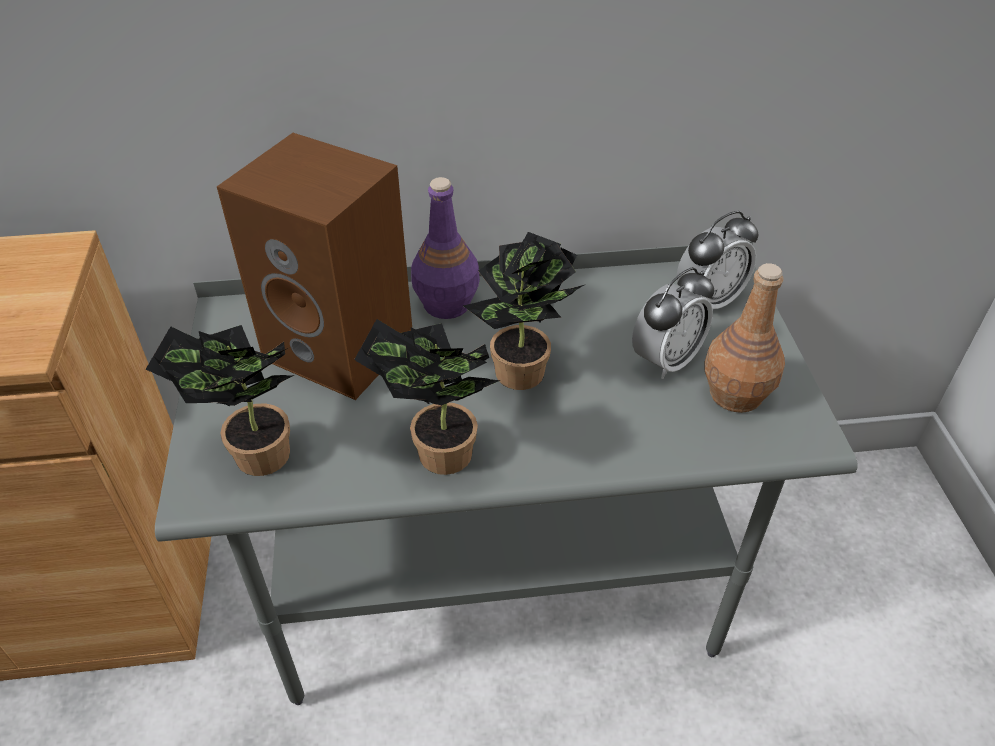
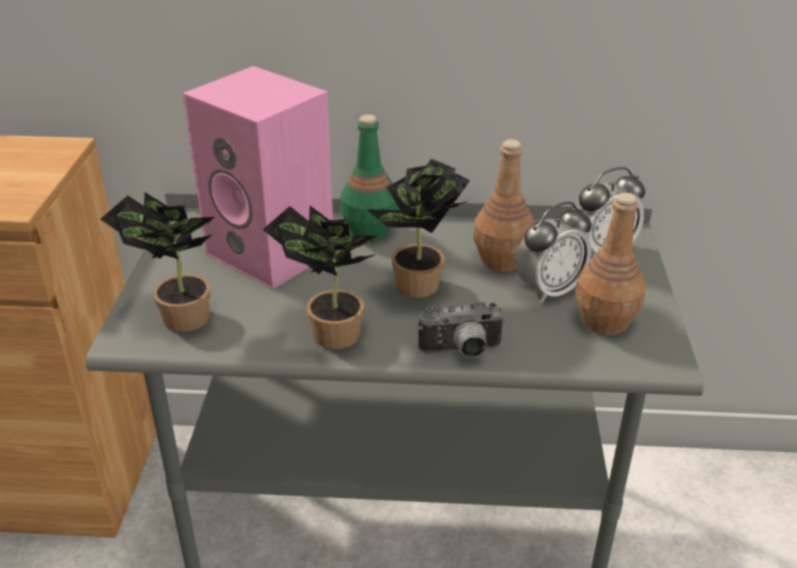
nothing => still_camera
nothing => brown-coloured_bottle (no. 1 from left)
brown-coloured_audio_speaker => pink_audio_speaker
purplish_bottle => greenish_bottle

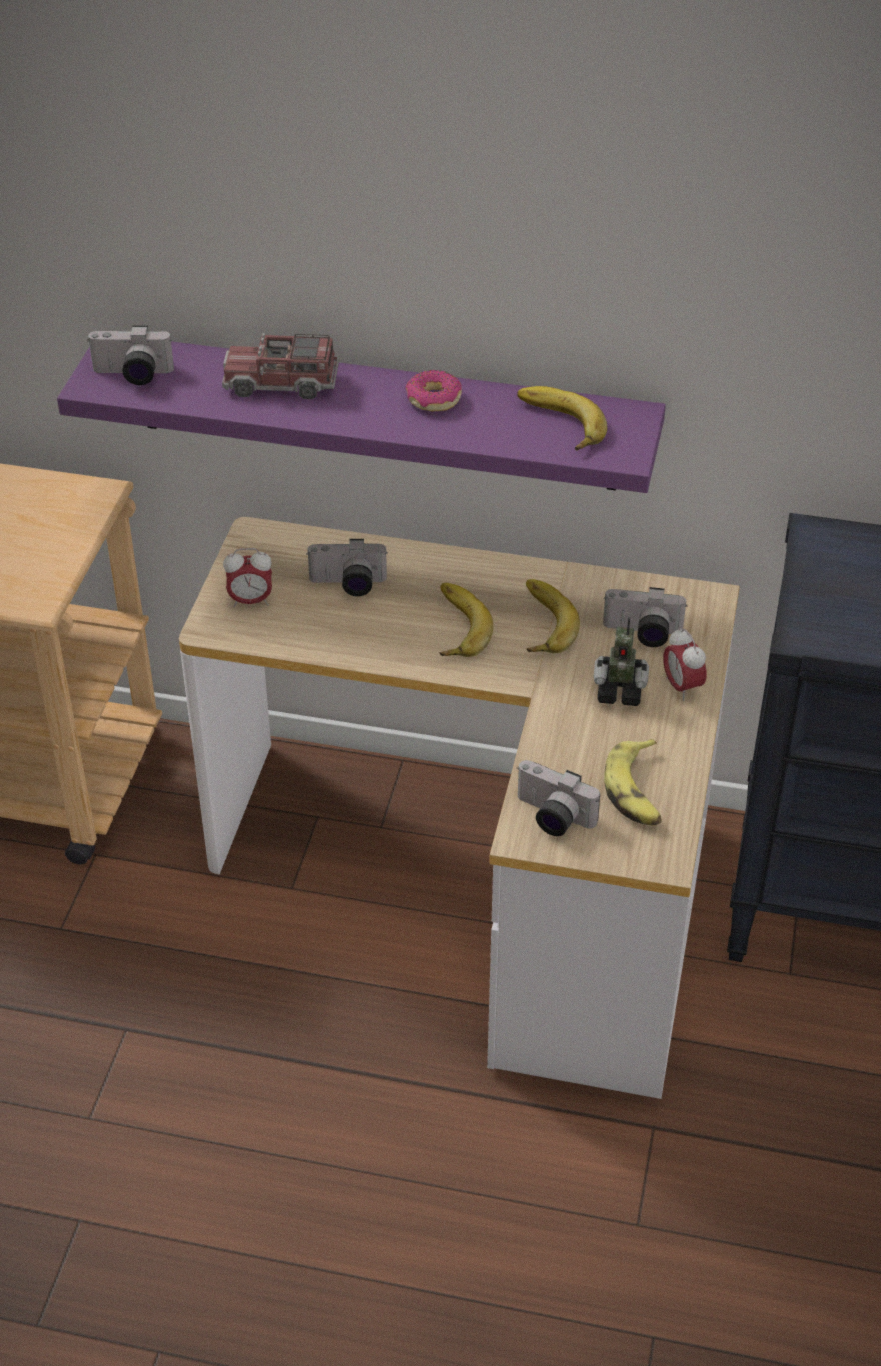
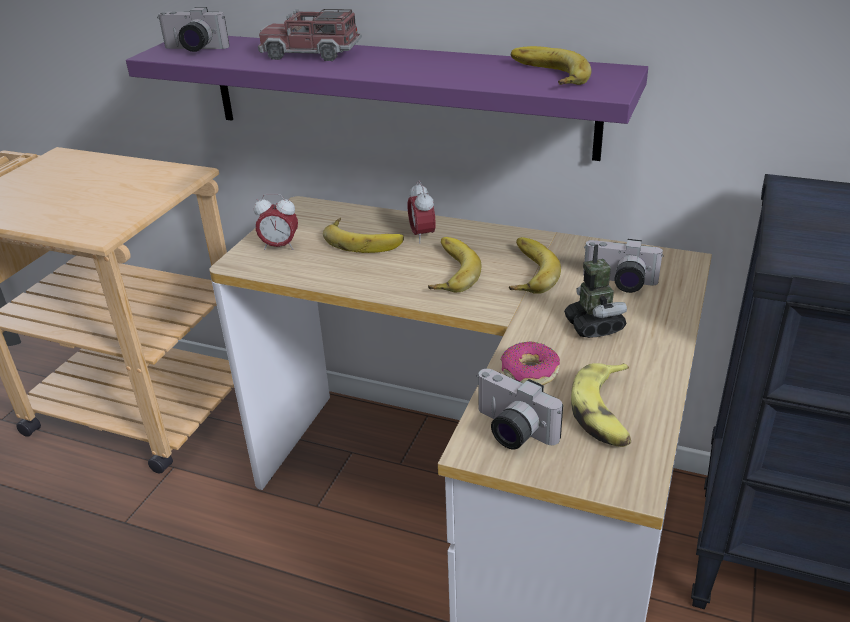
ring_doughnut, relocated
bedside_clock (no. 2 from left), relocated
still_camera (no. 2 from left) => banana_fruit (no. 1 from left)
robot_figure, 120 degrees counterclockwise

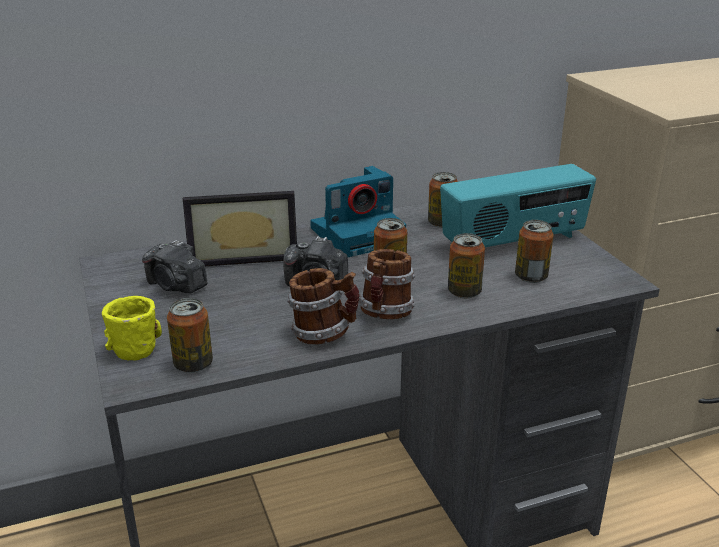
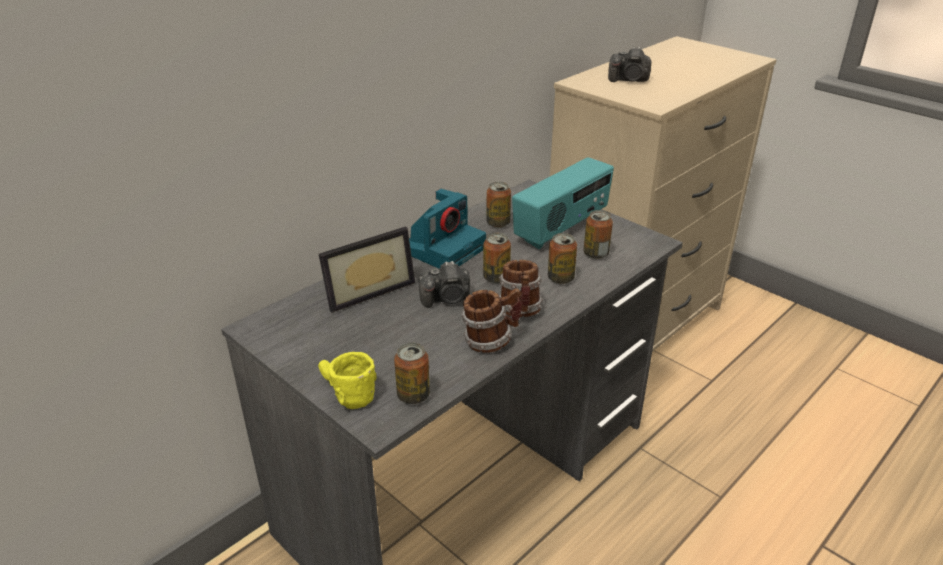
still_camera (no. 1 from left in the first image) => still_camera (no. 3 from left), relocated

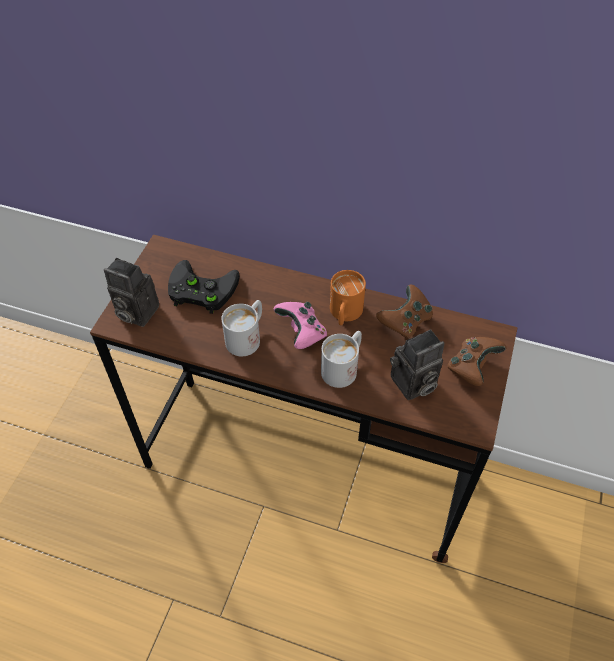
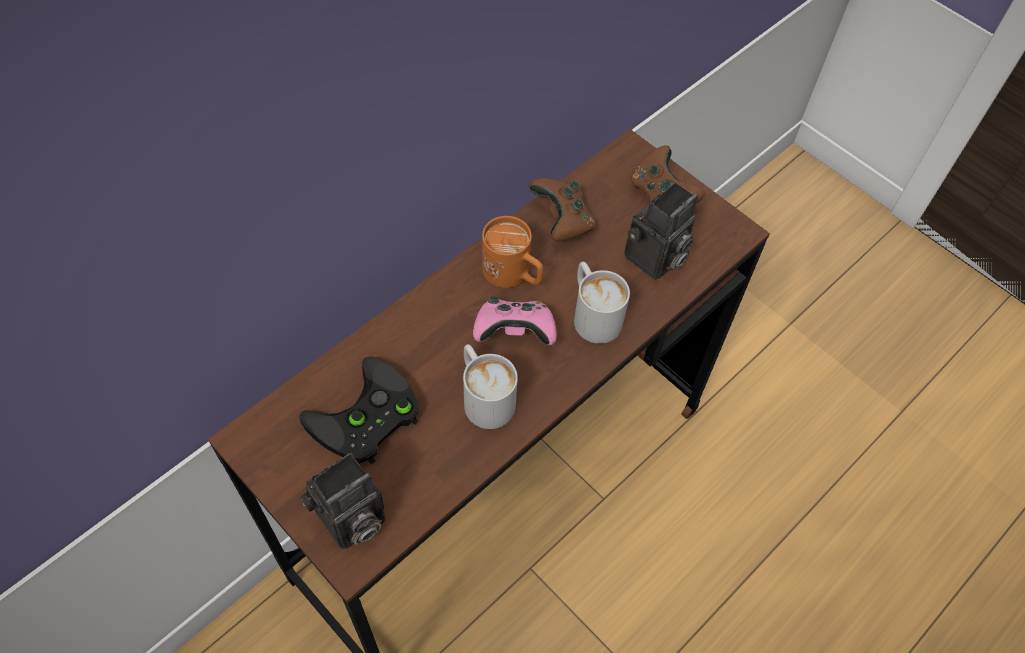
still_camera (no. 2 from left), 45 degrees clockwise

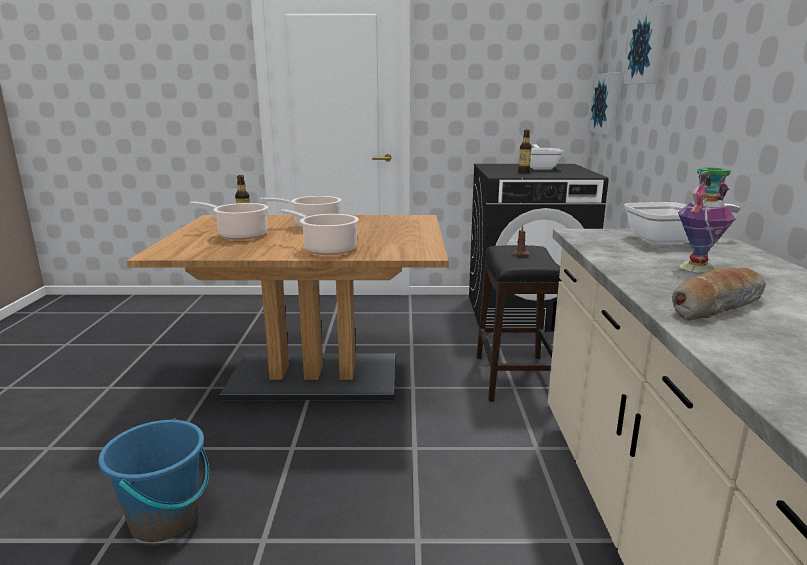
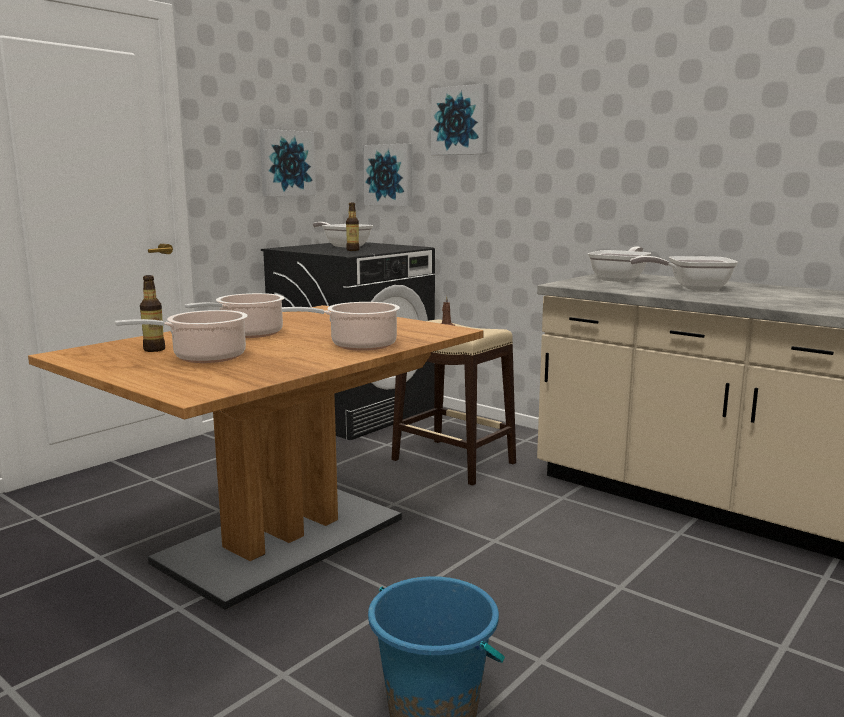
bread => nothing
nothing => picture (no. 1 from left)
vase => frying_pan (no. 3 from left)
black_sitting_stool => beige-coloured_sitting_stool

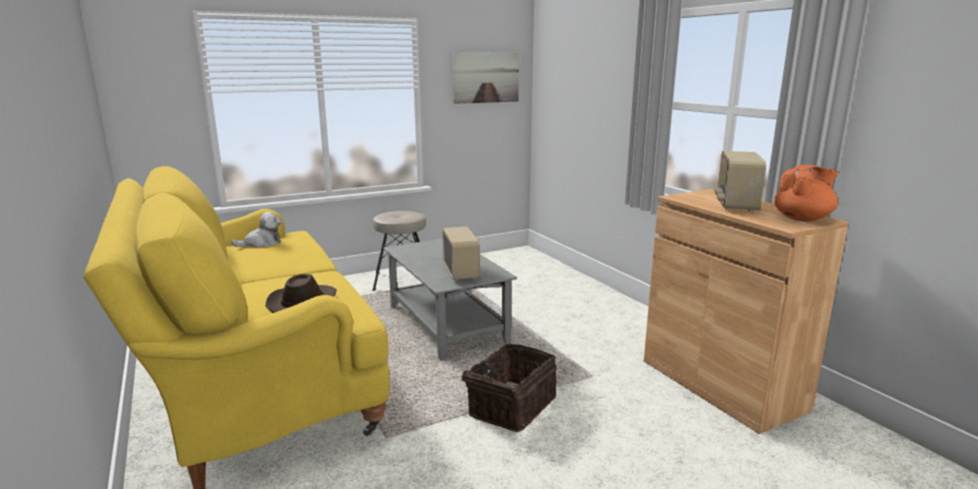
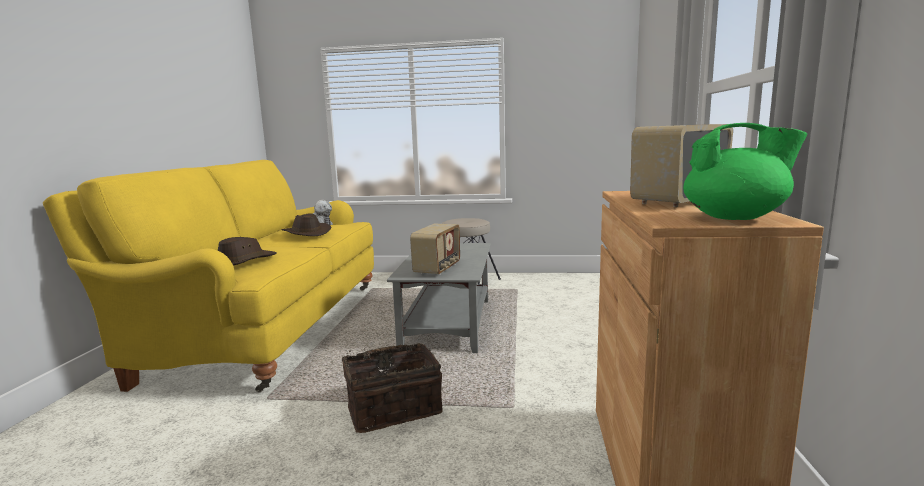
picture => nothing
nothing => brown-coloured_clothing_hat (no. 2 from left)
orange-coloured_pot_for_tea => greenish_pot_for_tea

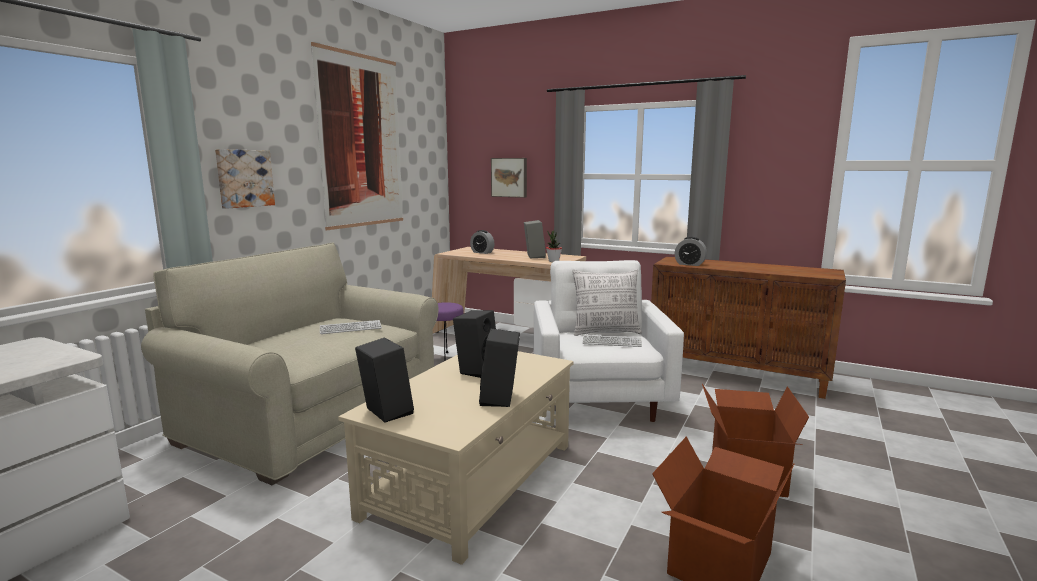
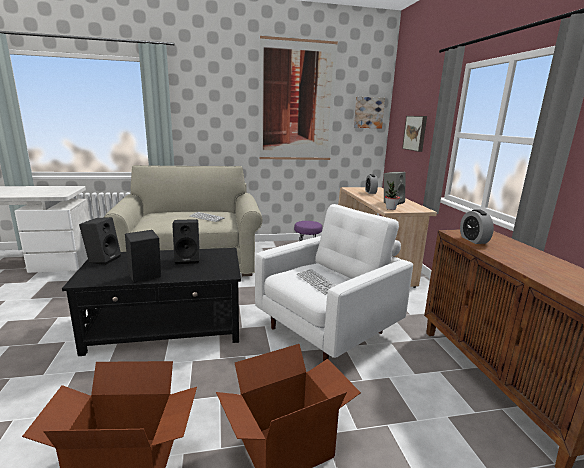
throw_pillow => nothing
picture (no. 1 from left in the first image) => picture (no. 2 from left), relocated
beige-coloured_coffee_table => black_coffee_table

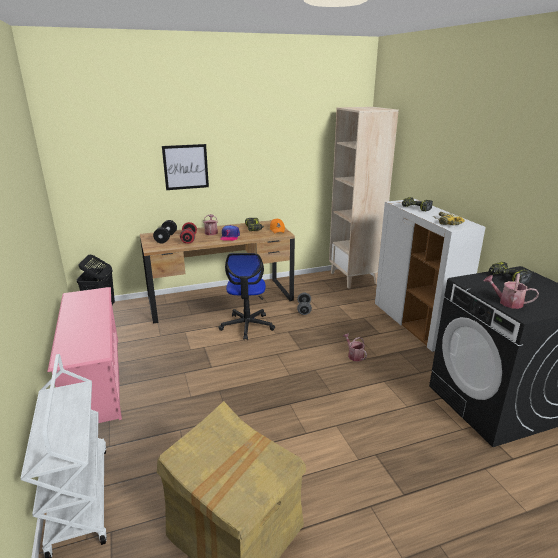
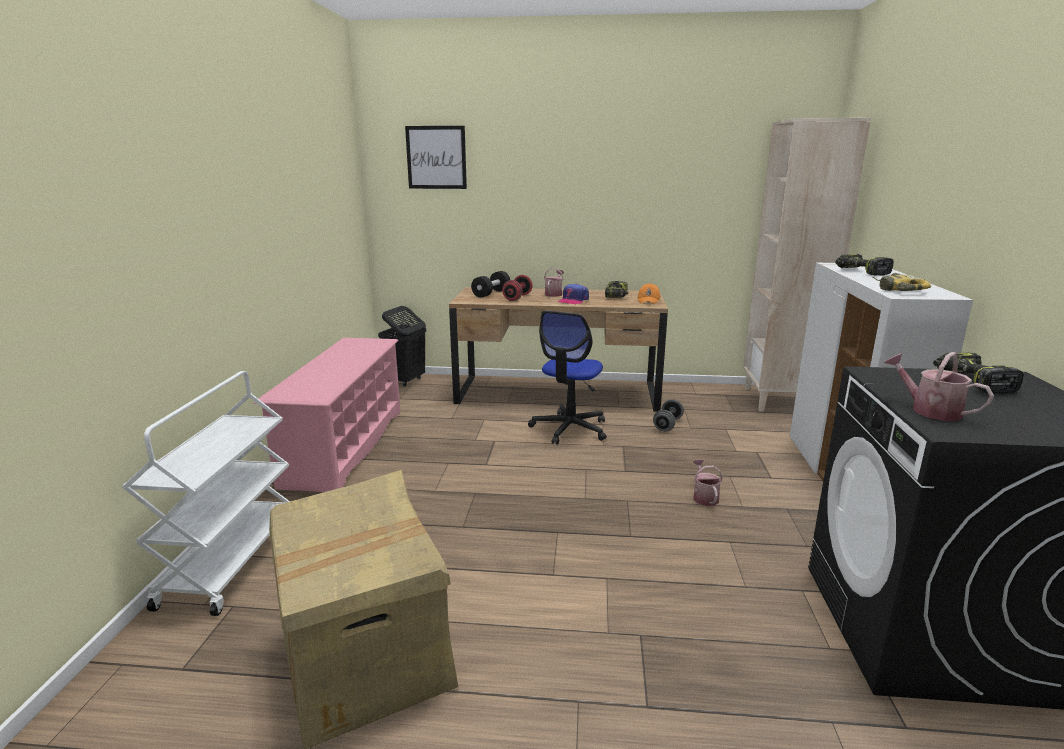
picture, relocated

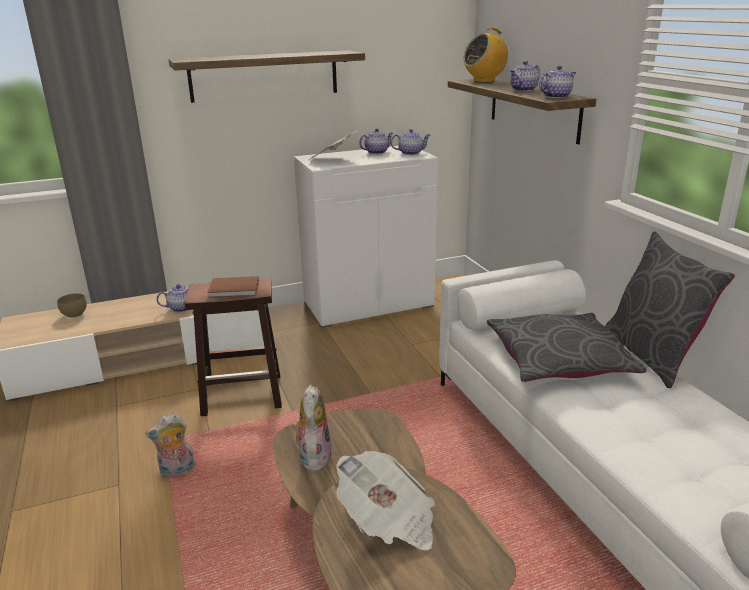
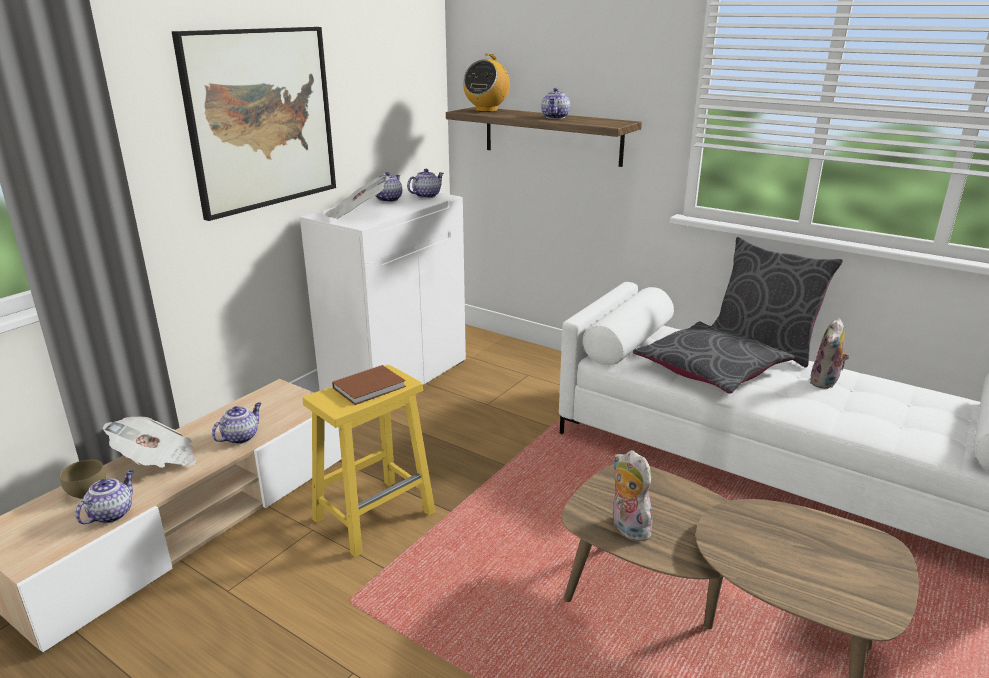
soft_toy (no. 1 from left in the first image) => soft_toy (no. 2 from left), relocated
newspaper (no. 2 from left in the first image) => newspaper (no. 1 from left), relocated
pot_for_tea (no. 5 from left in the first image) => pot_for_tea (no. 1 from left), relocated
shelf (no. 1 from left) => picture
brown-coloured_sitting_stool => yellow-coloured_sitting_stool

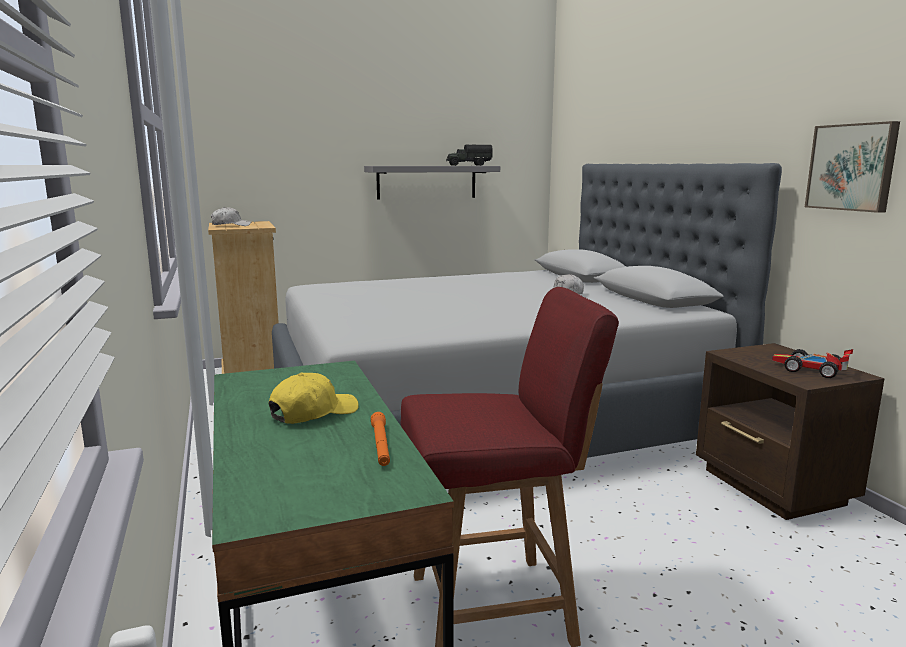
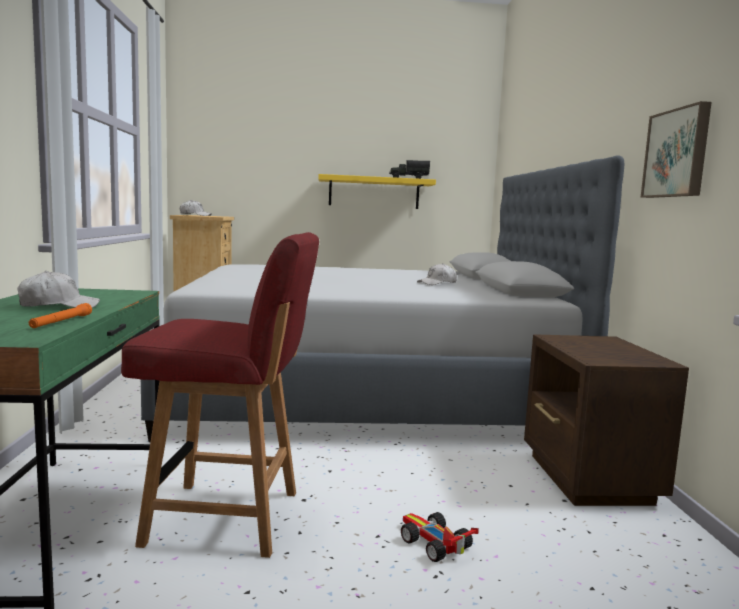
miniature_car, relocated
yellow-coloured_baseball_cap => whitish_baseball_cap (no. 1 from left)
grey_shelf => yellow-coloured_shelf

